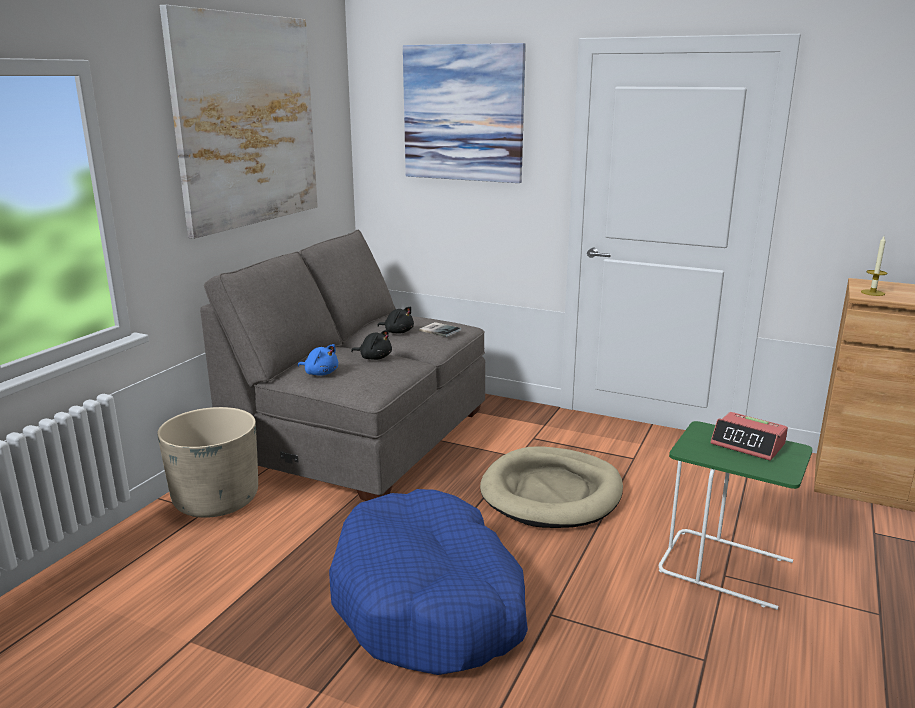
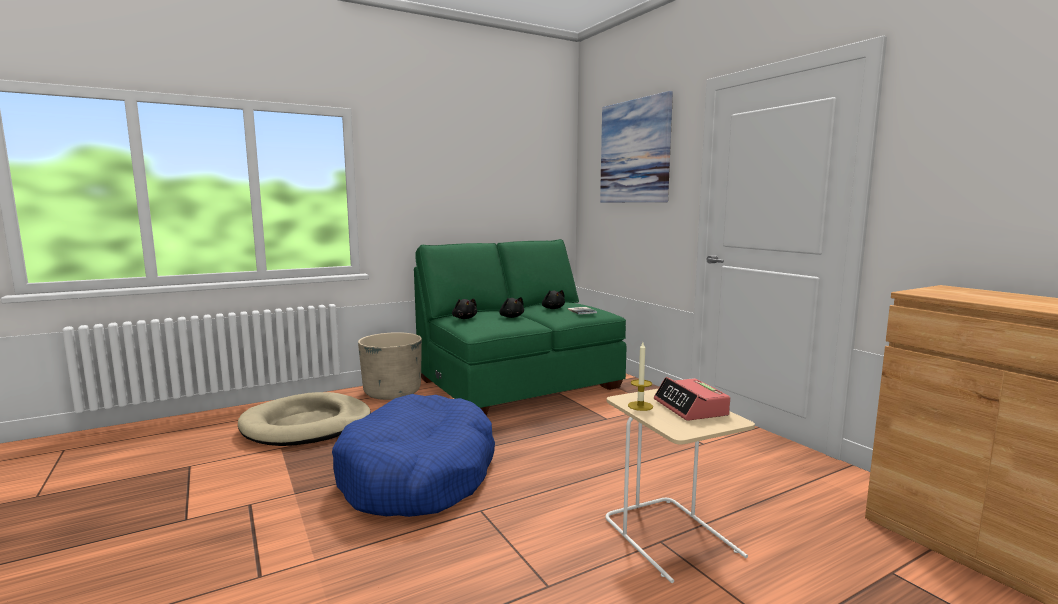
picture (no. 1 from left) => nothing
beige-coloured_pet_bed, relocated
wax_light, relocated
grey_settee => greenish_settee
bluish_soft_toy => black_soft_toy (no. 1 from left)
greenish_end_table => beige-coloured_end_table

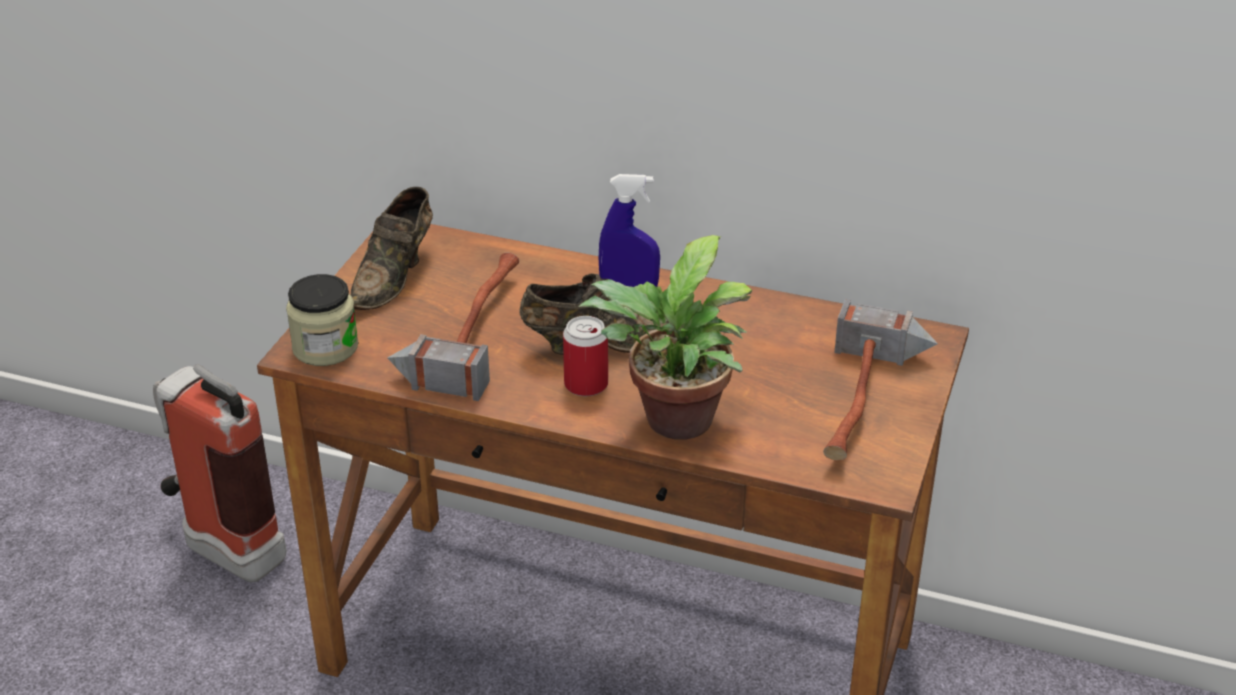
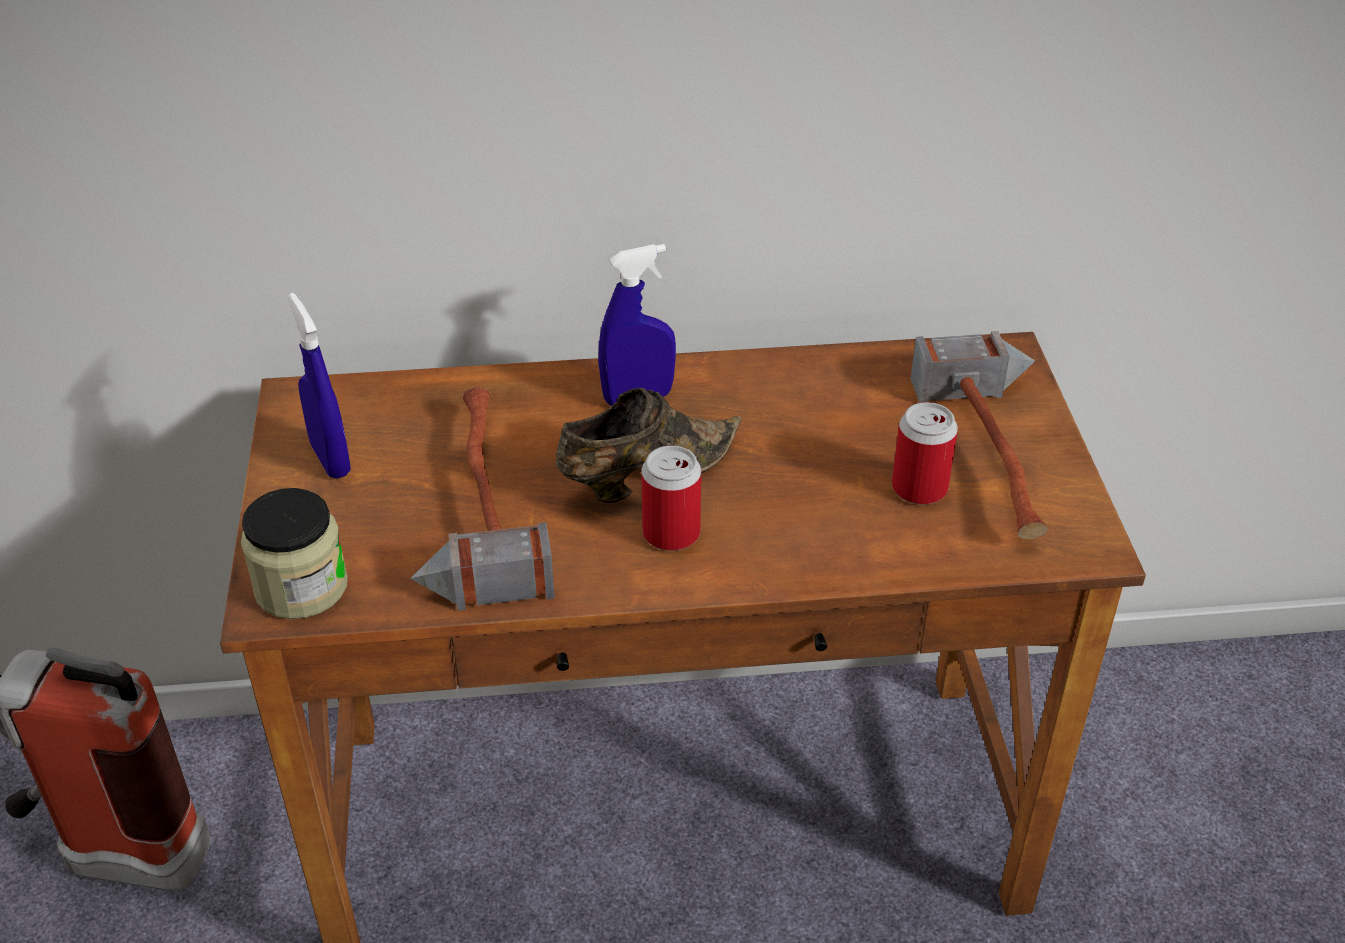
houseplant => nothing
nothing => sealed_can (no. 2 from left)
brown-coloured_low_shoe (no. 1 from left) => bluish_hand_sprayer (no. 1 from left)

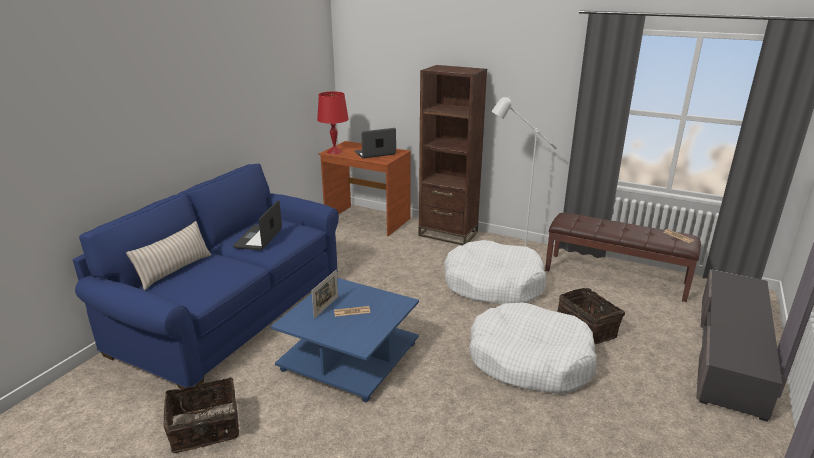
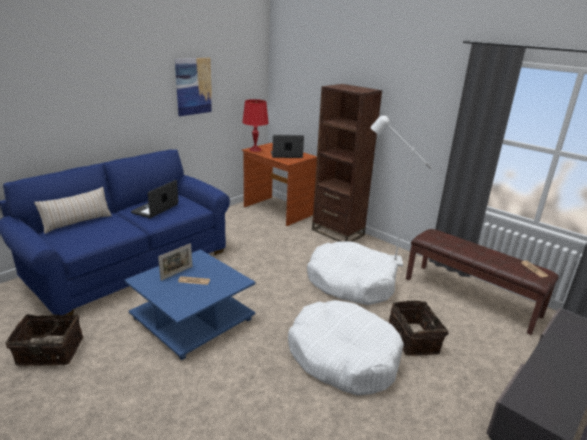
nothing => picture

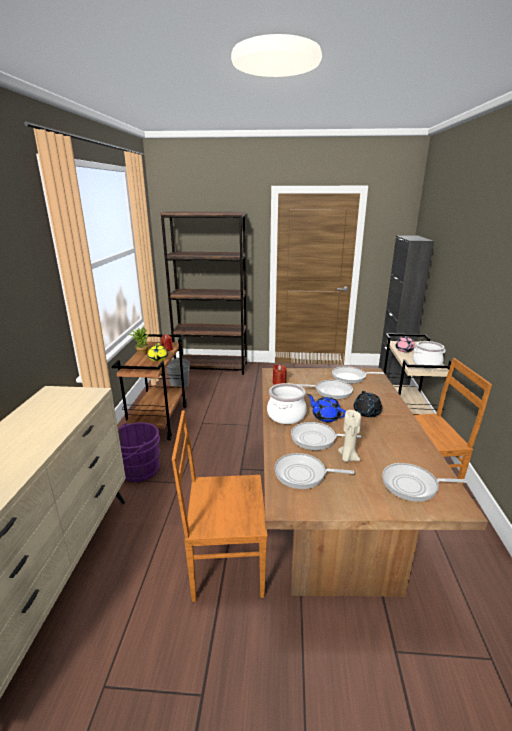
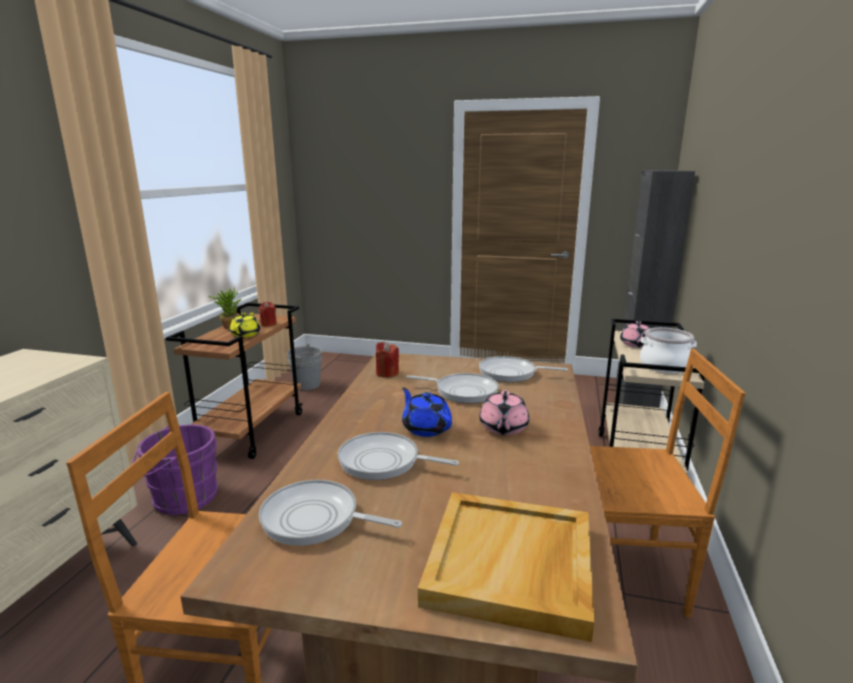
brown-coloured_bookshelf => nothing
saucepot (no. 1 from left) => nothing
beige-coloured_wax_light => nothing
frying_pan (no. 5 from left) => beige-coloured_tray
black_pot_for_tea => pink_pot_for_tea (no. 1 from left)

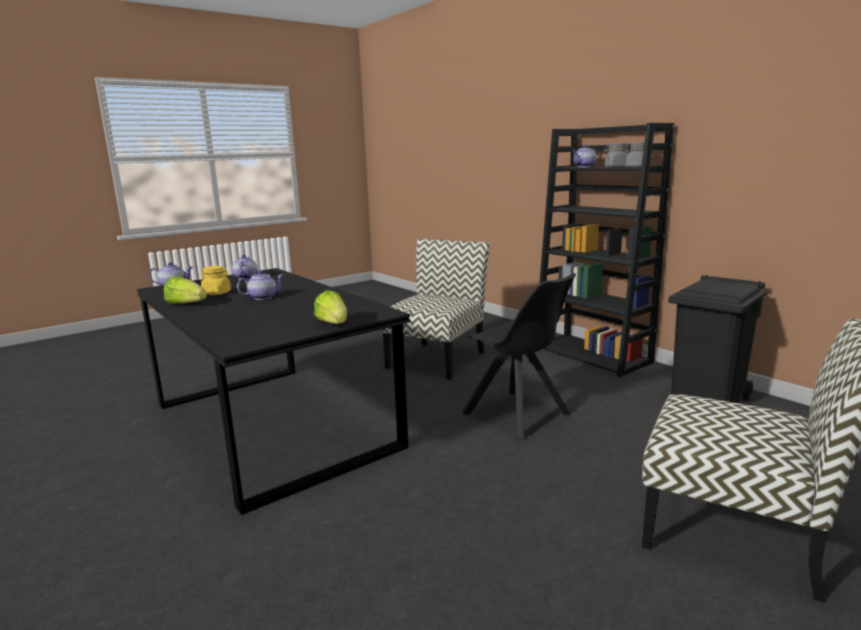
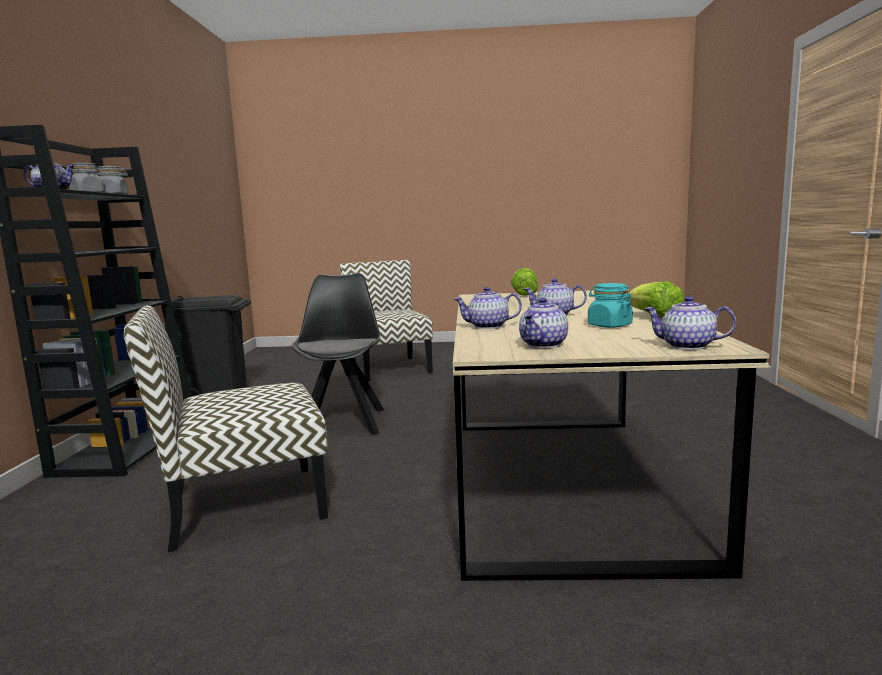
nothing => pot_for_tea (no. 2 from left)
black_dinner_table => beige-coloured_dinner_table
yellow-coloured_jar => turquoise_jar

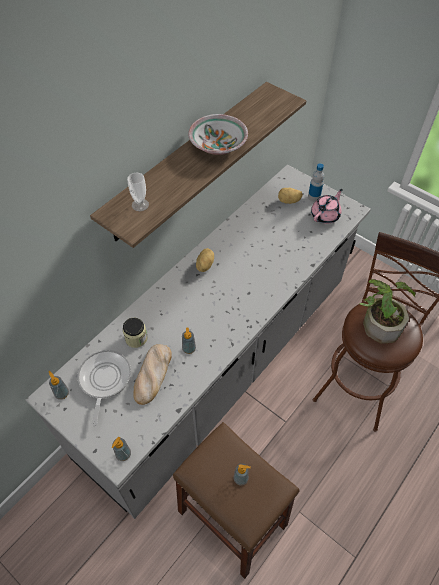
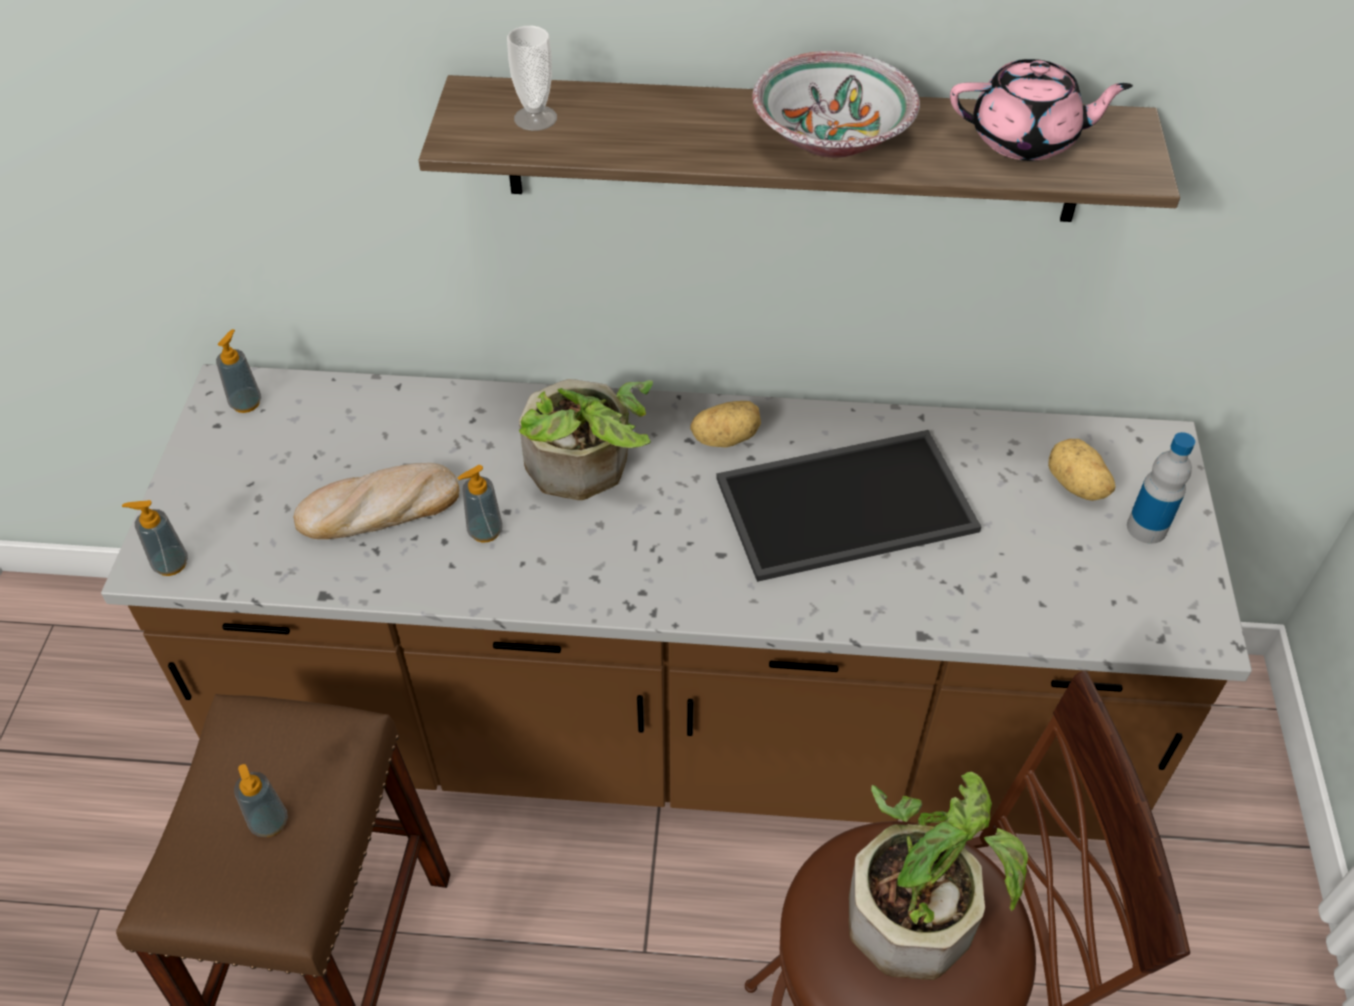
frying_pan => nothing
jar => nothing
nothing => houseplant (no. 1 from left)
nothing => tray
pink_pot_for_tea, relocated
grey_kitchen_base_unit => brown-coloured_kitchen_base_unit

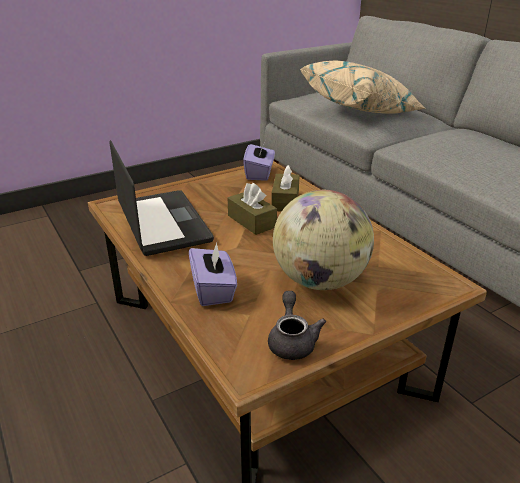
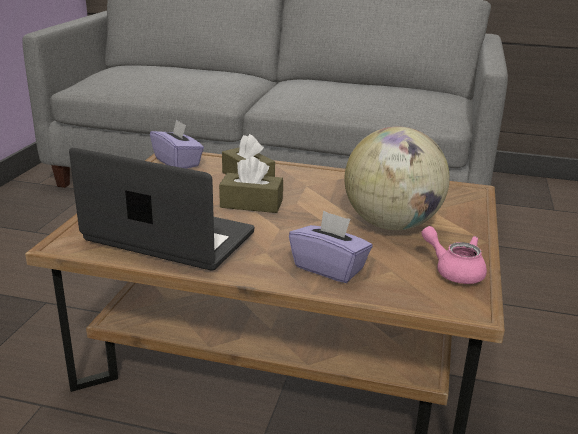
beige-coloured_throw_pillow => nothing
grey_pot_for_tea => pink_pot_for_tea

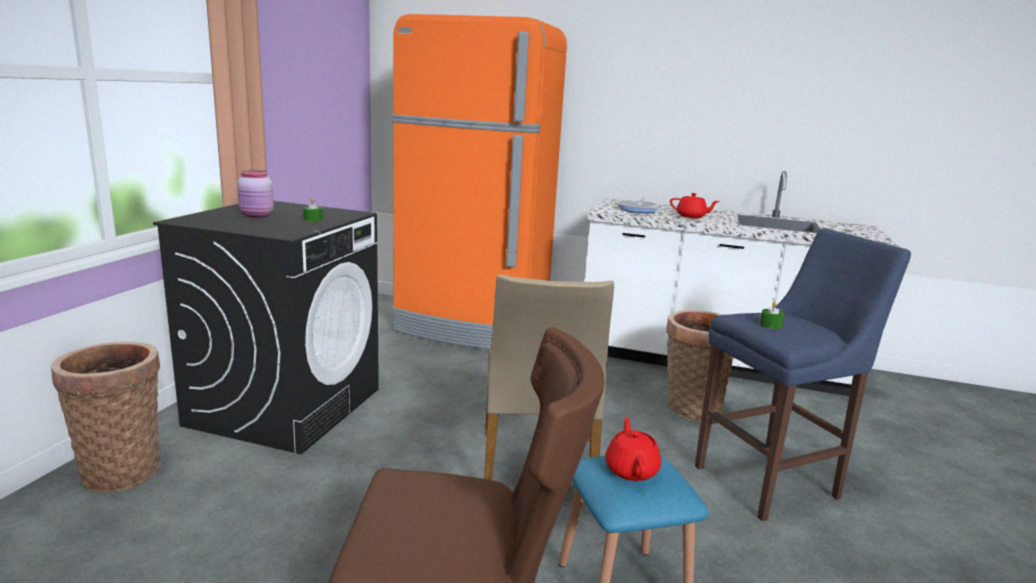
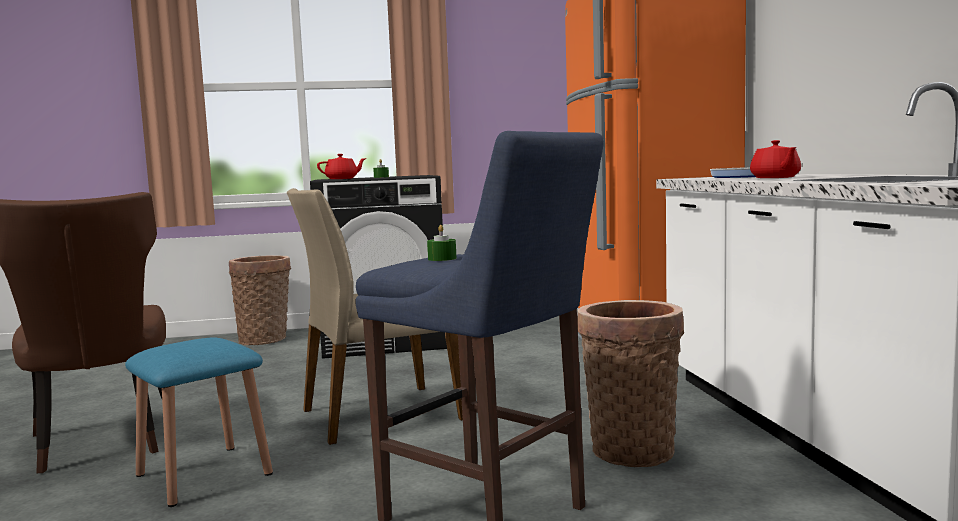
pink_jar => nothing
red_pot_for_tea (no. 1 from left), relocated

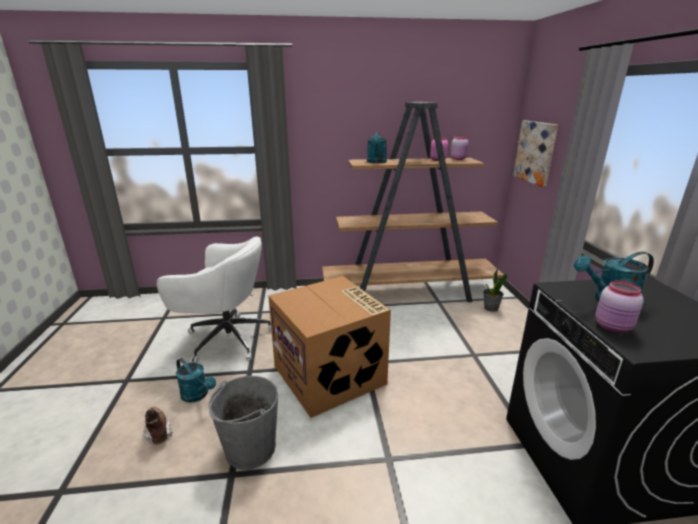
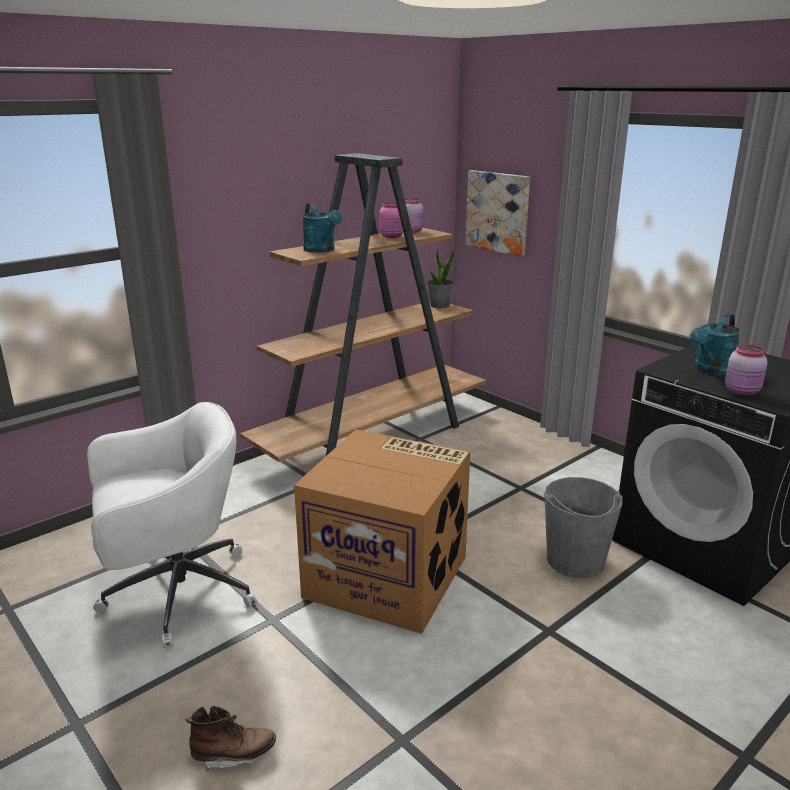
turquoise_watering_pot (no. 1 from left) => nothing
grey_pail, relocated
houseplant, relocated
brown-coloured_tall_boot, 150 degrees clockwise

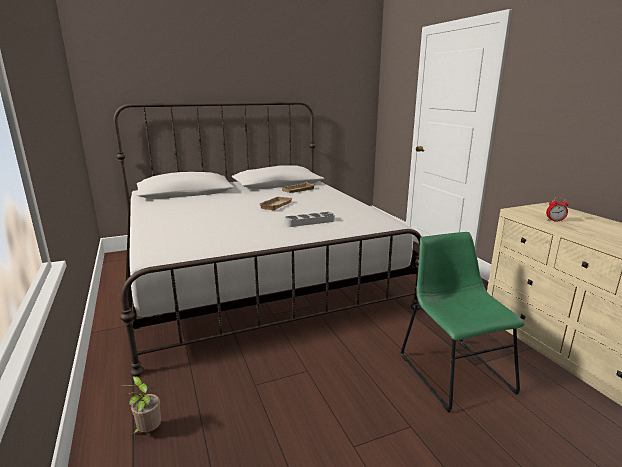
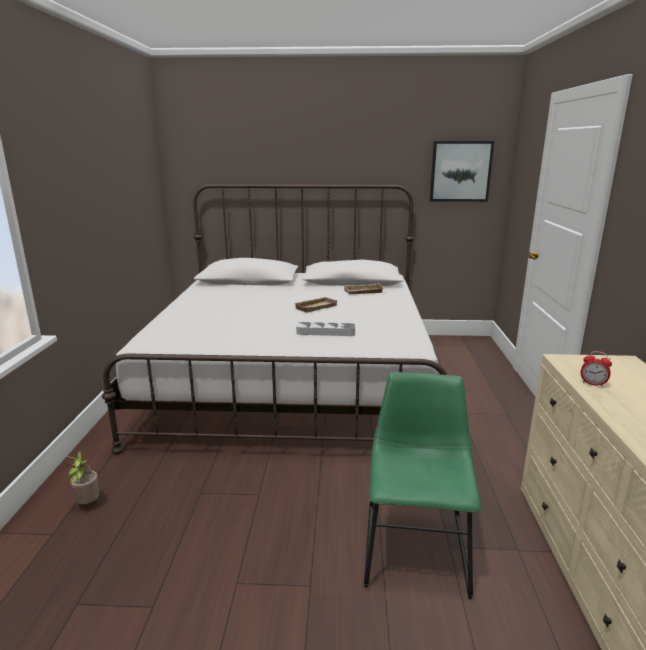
nothing => picture

